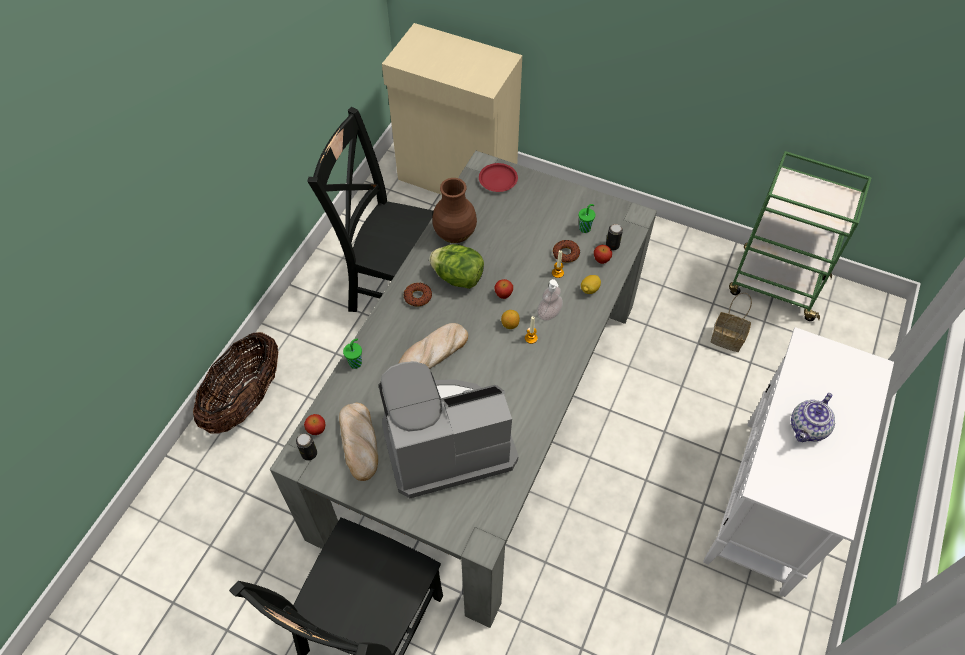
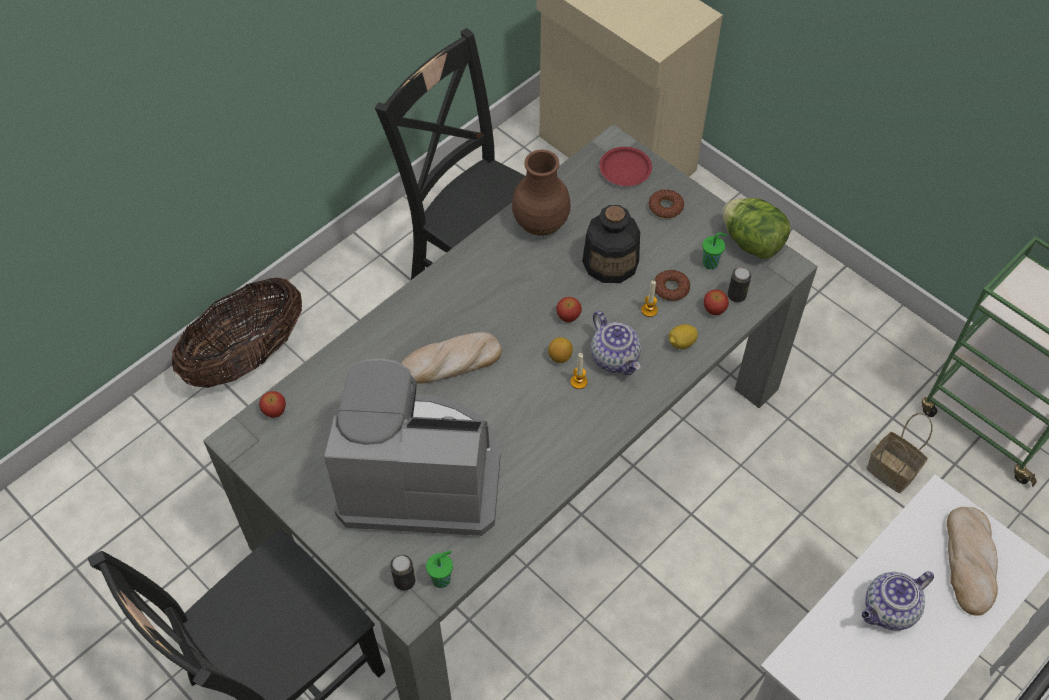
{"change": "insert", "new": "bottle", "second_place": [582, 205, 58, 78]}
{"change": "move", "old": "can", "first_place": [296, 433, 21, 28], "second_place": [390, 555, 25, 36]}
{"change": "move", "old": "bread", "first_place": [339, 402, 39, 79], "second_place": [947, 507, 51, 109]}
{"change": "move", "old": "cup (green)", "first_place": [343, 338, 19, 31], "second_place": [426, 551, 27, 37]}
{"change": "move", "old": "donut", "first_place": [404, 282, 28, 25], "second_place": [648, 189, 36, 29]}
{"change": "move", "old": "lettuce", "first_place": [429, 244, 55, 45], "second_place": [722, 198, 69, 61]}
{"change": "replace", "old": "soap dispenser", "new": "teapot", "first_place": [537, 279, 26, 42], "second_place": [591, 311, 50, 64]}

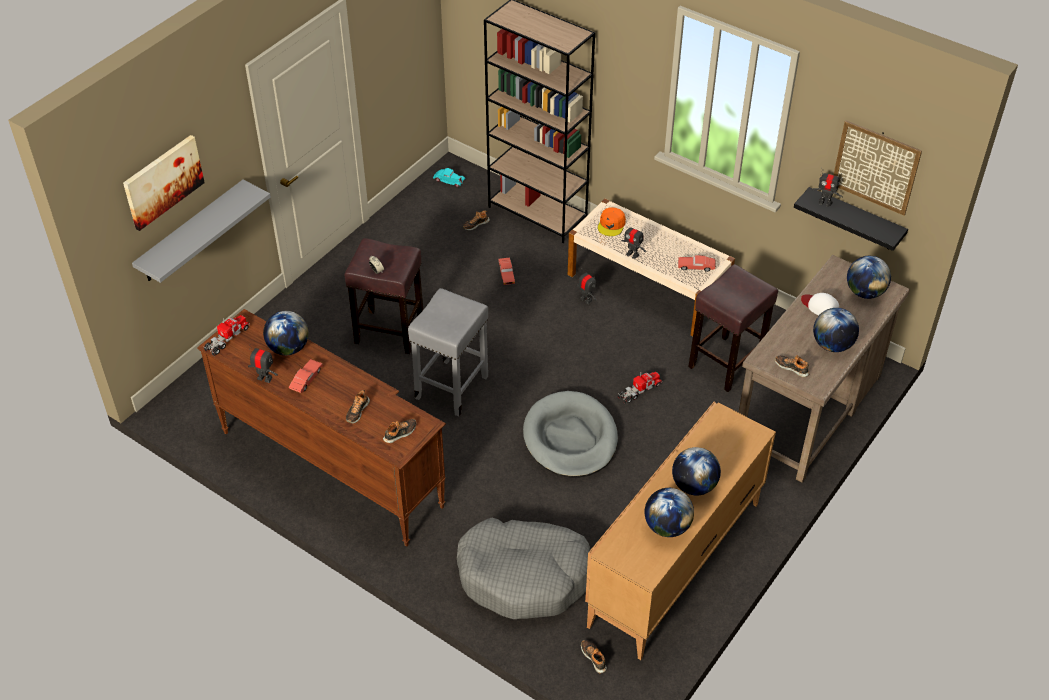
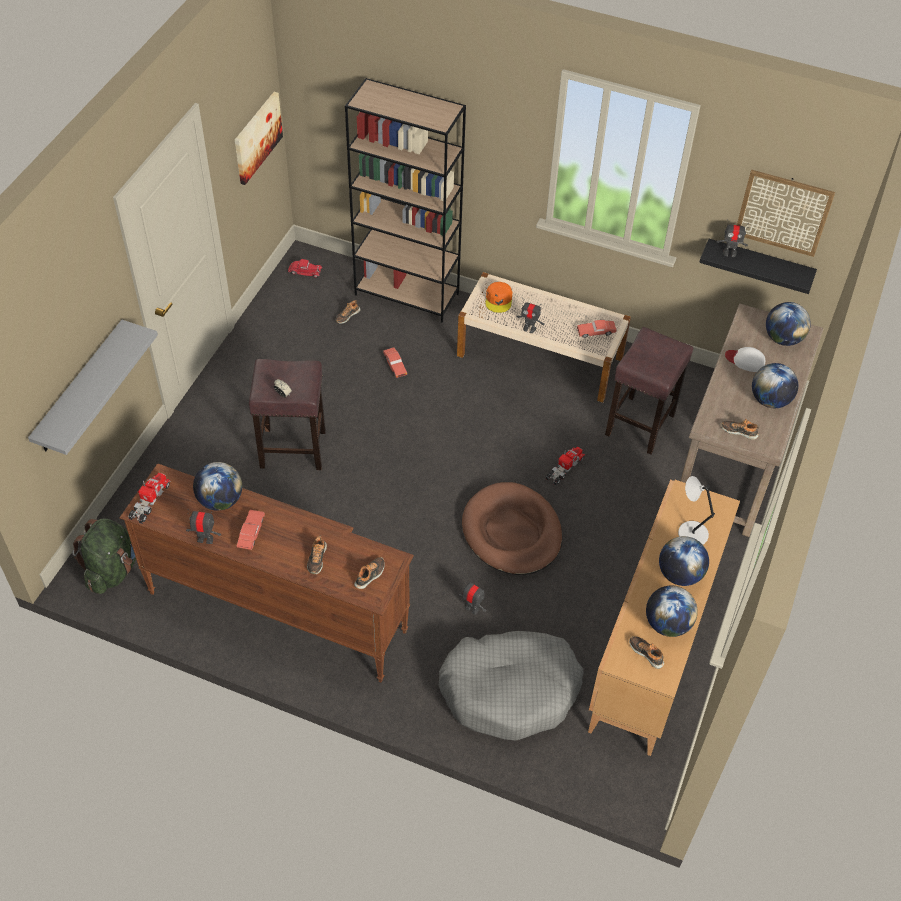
{"change": "delete", "old": "stool (grey)", "first_place": [408, 288, 80, 128]}
{"change": "insert", "new": "backpack (green)", "second_place": [72, 519, 64, 75]}
{"change": "insert", "new": "table lamp (grey)", "second_place": [678, 476, 37, 68]}
{"change": "move", "old": "picture", "first_place": [123, 135, 82, 96], "second_place": [235, 92, 48, 93]}
{"change": "move", "old": "toy robot", "first_place": [576, 269, 20, 35], "second_place": [459, 579, 27, 36]}
{"change": "move", "old": "shoe", "first_place": [581, 640, 26, 33], "second_place": [629, 636, 35, 33]}
{"change": "recolor", "old": "toy car (turquoise)", "new": "toy car (red)", "first_place": [433, 168, 32, 19], "second_place": [288, 259, 34, 19]}
{"change": "recolor", "old": "dog bed (grey)", "new": "dog bed (brown)", "first_place": [523, 391, 95, 87], "second_place": [462, 482, 100, 93]}

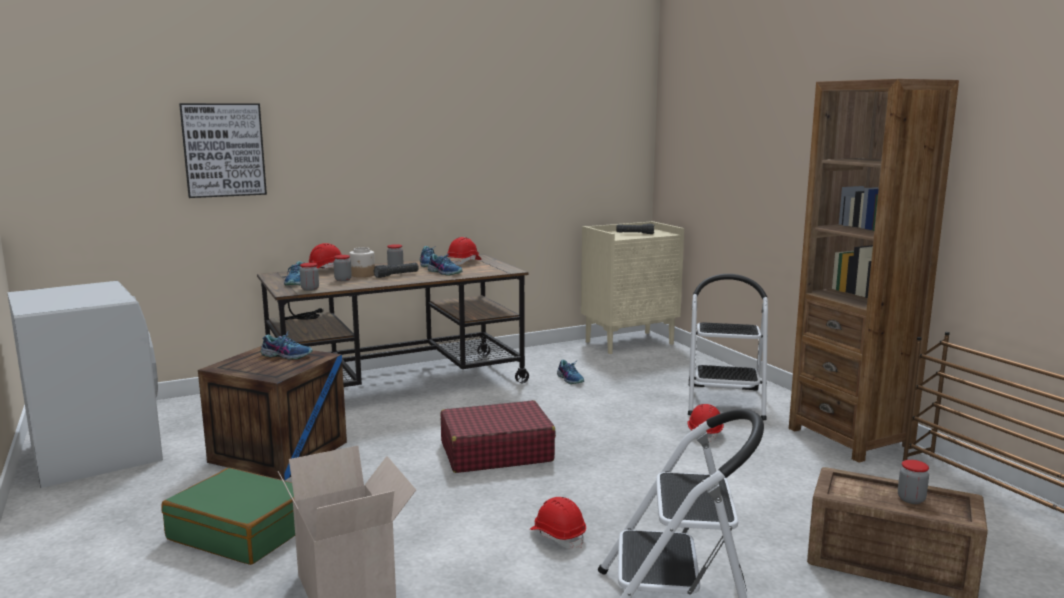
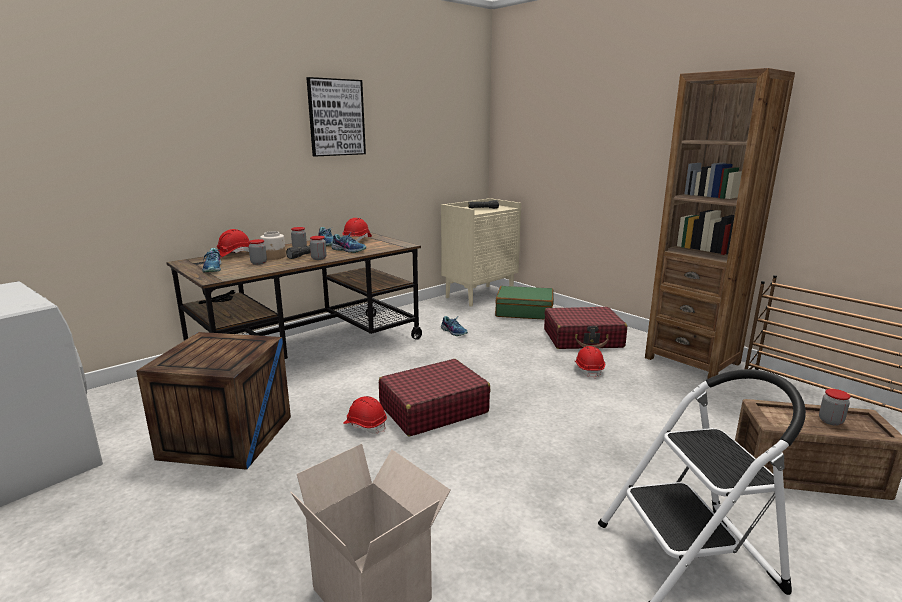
{"change": "delete", "old": "shoe", "first_place": [261, 332, 51, 28]}
{"change": "move", "old": "suitcase (green)", "first_place": [162, 468, 133, 97], "second_place": [495, 286, 59, 34]}
{"change": "move", "old": "picture", "first_place": [179, 103, 88, 95], "second_place": [306, 77, 60, 80]}
{"change": "move", "old": "jar", "first_place": [300, 263, 19, 28], "second_place": [310, 236, 17, 24]}
{"change": "move", "old": "hard hat (red)", "first_place": [530, 497, 56, 51], "second_place": [343, 396, 44, 38]}
{"change": "replace", "old": "step ladder", "new": "suitcase (red)", "first_place": [688, 274, 80, 146], "second_place": [544, 307, 83, 42]}

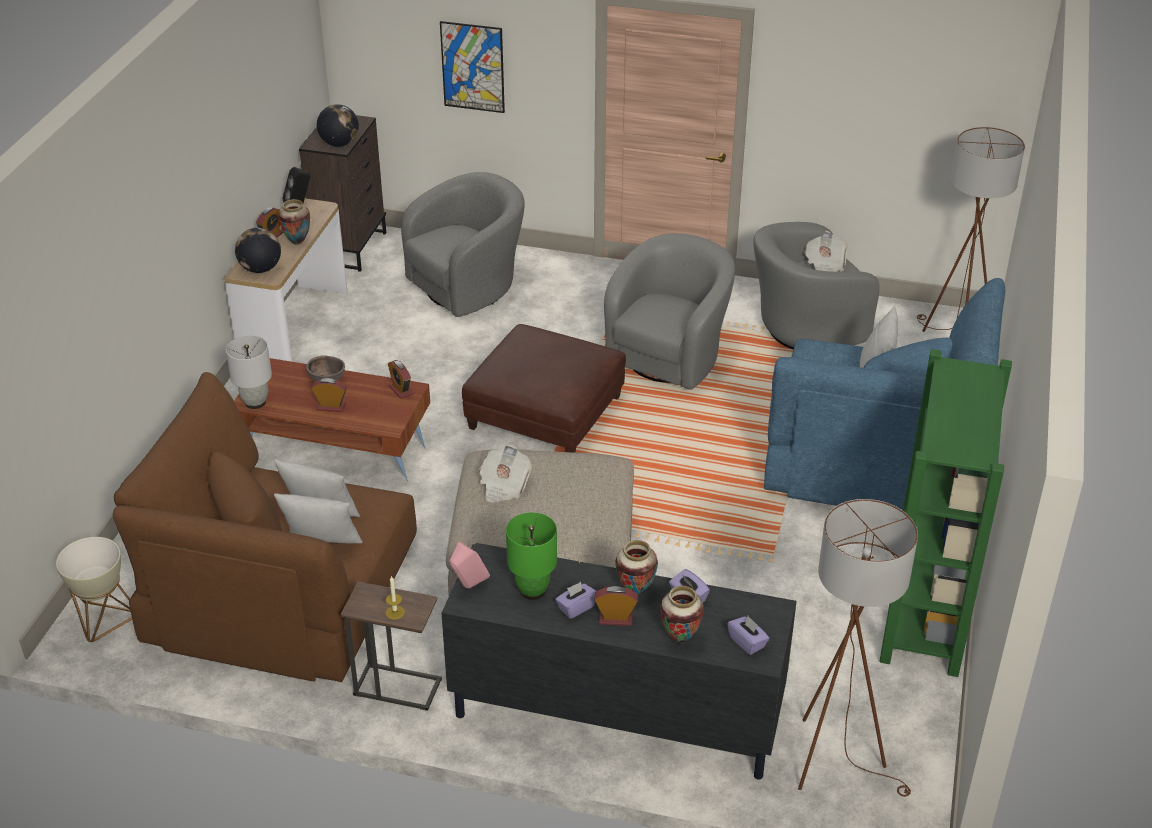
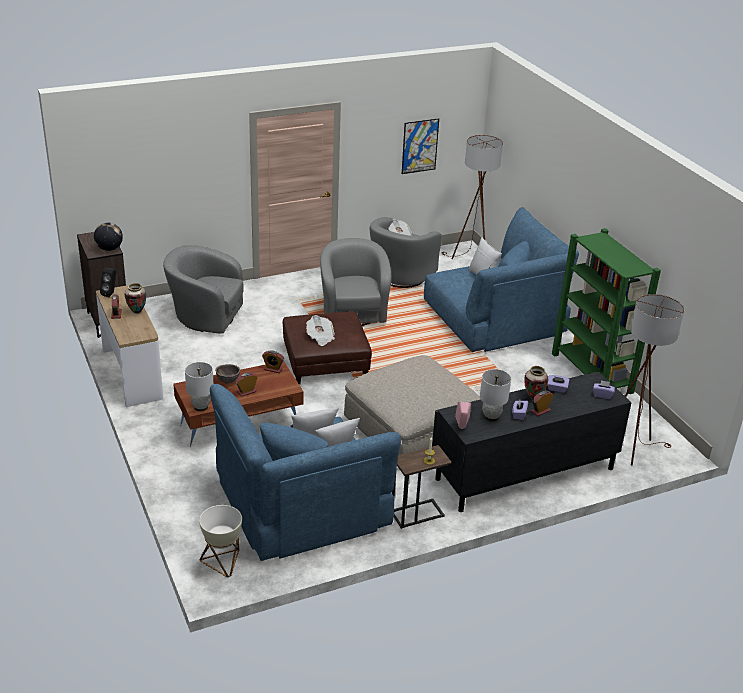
{"change": "delete", "old": "globe", "first_place": [235, 228, 46, 45]}
{"change": "delete", "old": "vase", "first_place": [660, 586, 44, 57]}
{"change": "move", "old": "picture", "first_place": [440, 21, 65, 92], "second_place": [402, 118, 37, 56]}
{"change": "move", "old": "newspaper", "first_place": [479, 445, 53, 57], "second_place": [306, 315, 29, 31]}
{"change": "recolor", "old": "sofa (brown)", "new": "sofa (blue)", "first_place": [113, 372, 304, 310], "second_place": [210, 384, 191, 177]}
{"change": "recolor", "old": "table lamp (green)", "new": "table lamp (white)", "first_place": [506, 513, 51, 87], "second_place": [480, 369, 31, 52]}
{"change": "rotate", "old": "armchair (grey)", "first_place": [401, 172, 124, 145], "second_place": [163, 245, 81, 89], "degrees": -90}

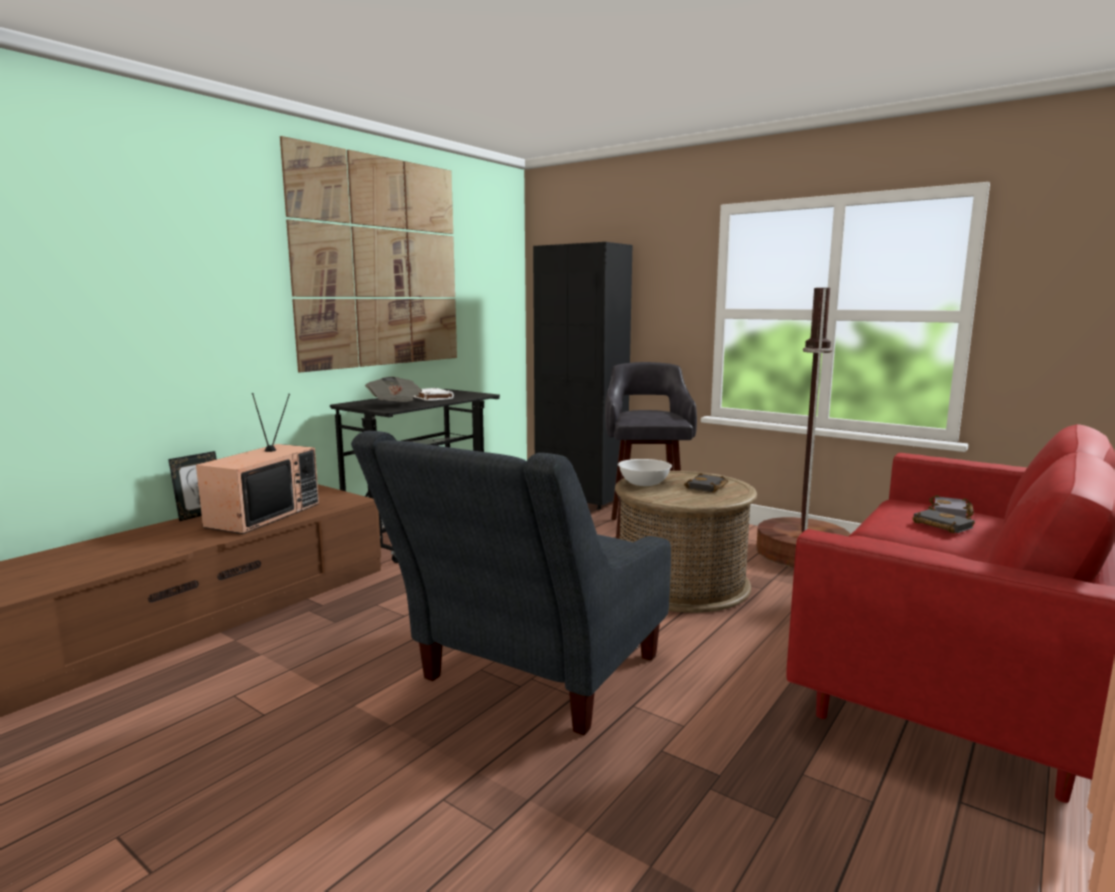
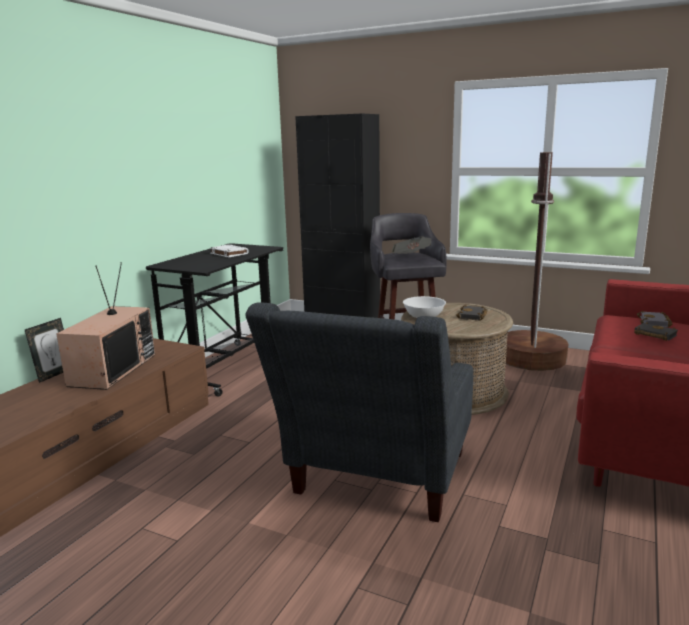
{"change": "delete", "old": "picture", "first_place": [280, 136, 177, 236]}
{"change": "move", "old": "newspaper", "first_place": [365, 377, 57, 25], "second_place": [392, 237, 40, 17]}

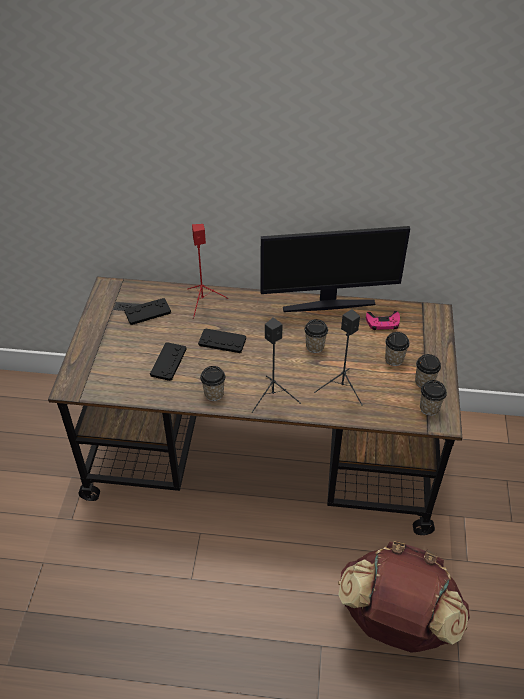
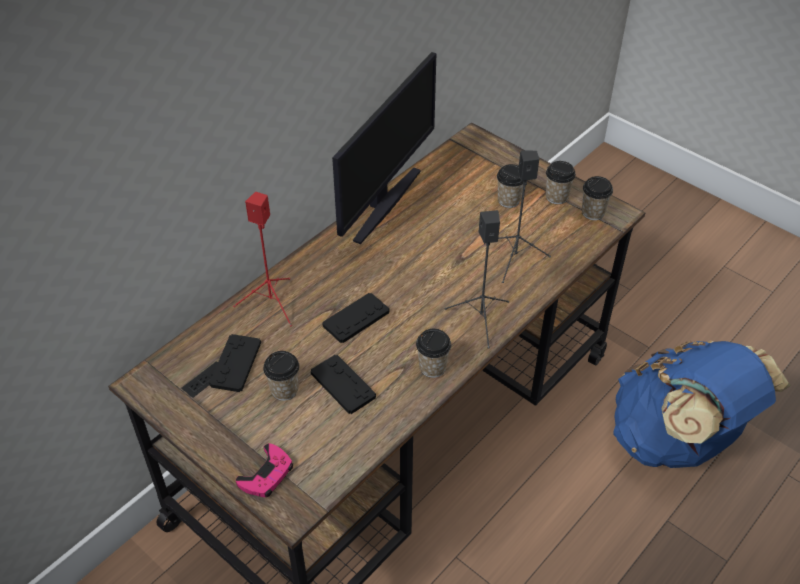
{"change": "move", "old": "cup", "first_place": [304, 319, 24, 34], "second_place": [263, 351, 36, 50]}
{"change": "move", "old": "game controller (pink)", "first_place": [366, 311, 34, 19], "second_place": [236, 443, 57, 55]}
{"change": "recolor", "old": "backpack (brown)", "new": "backpack (blue)", "first_place": [338, 540, 132, 113], "second_place": [613, 341, 178, 127]}

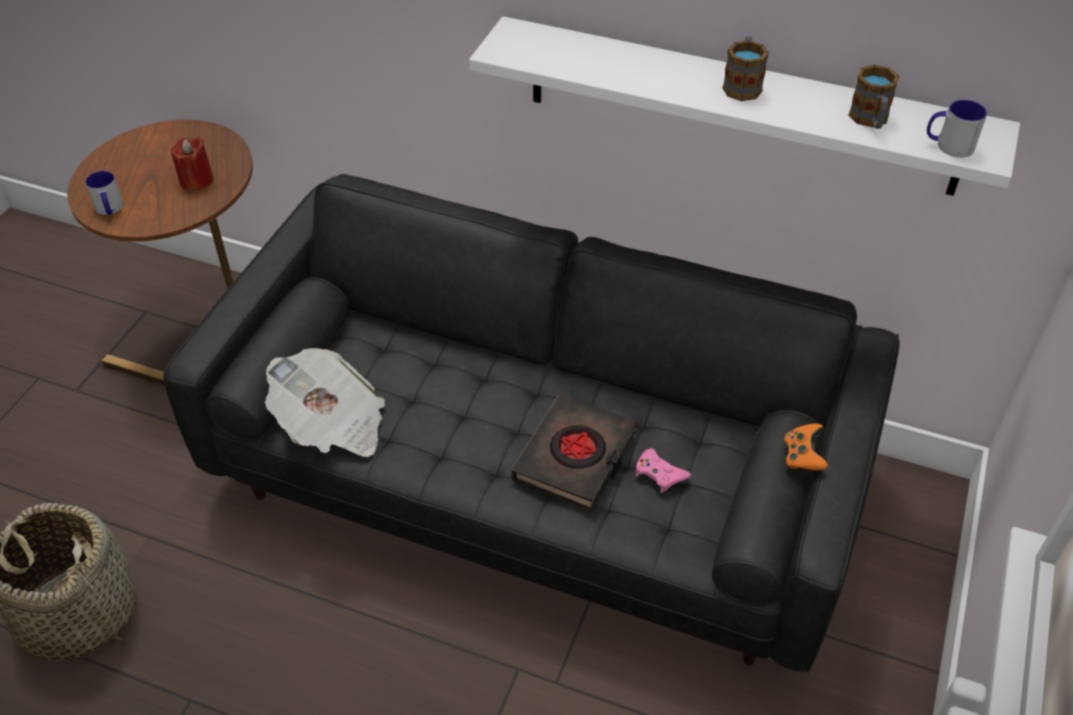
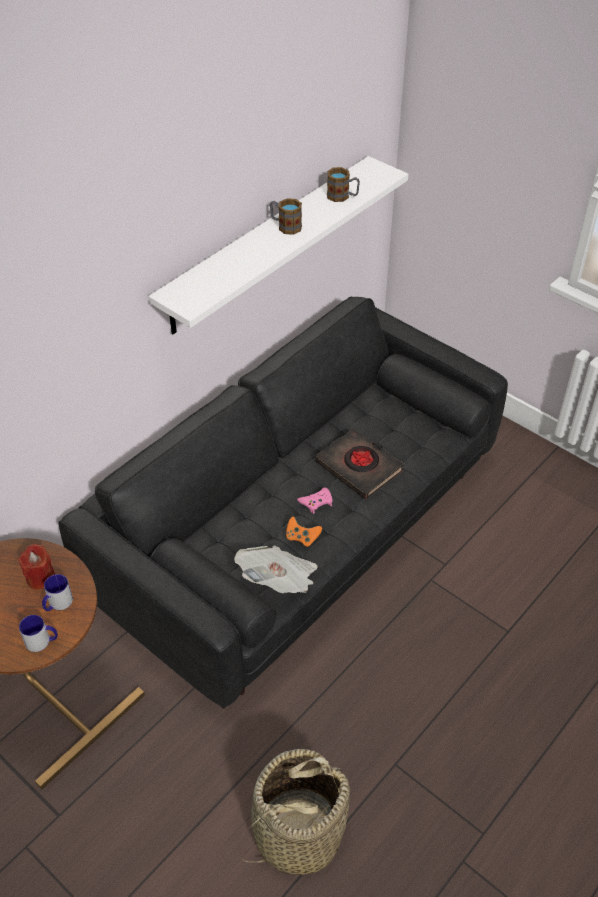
{"change": "move", "old": "game controller (pink)", "first_place": [636, 448, 55, 45], "second_place": [297, 487, 36, 27]}
{"change": "move", "old": "game controller (orange)", "first_place": [784, 424, 44, 46], "second_place": [286, 516, 36, 31]}
{"change": "move", "old": "mug", "first_place": [927, 100, 60, 58], "second_place": [42, 574, 31, 37]}

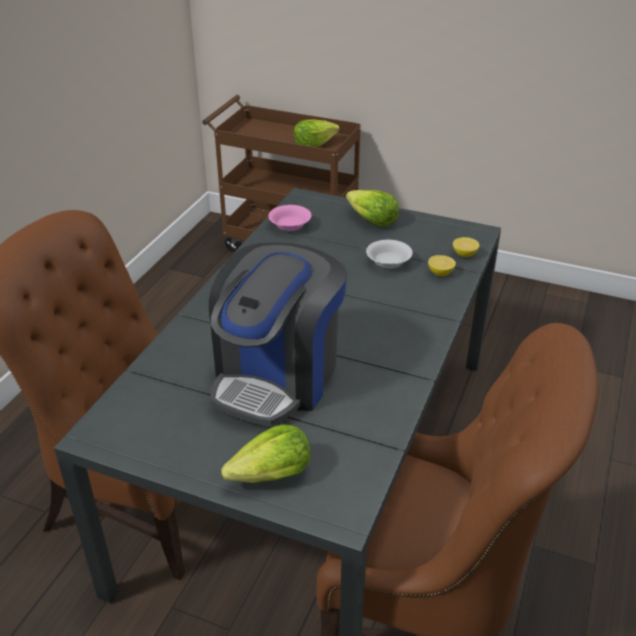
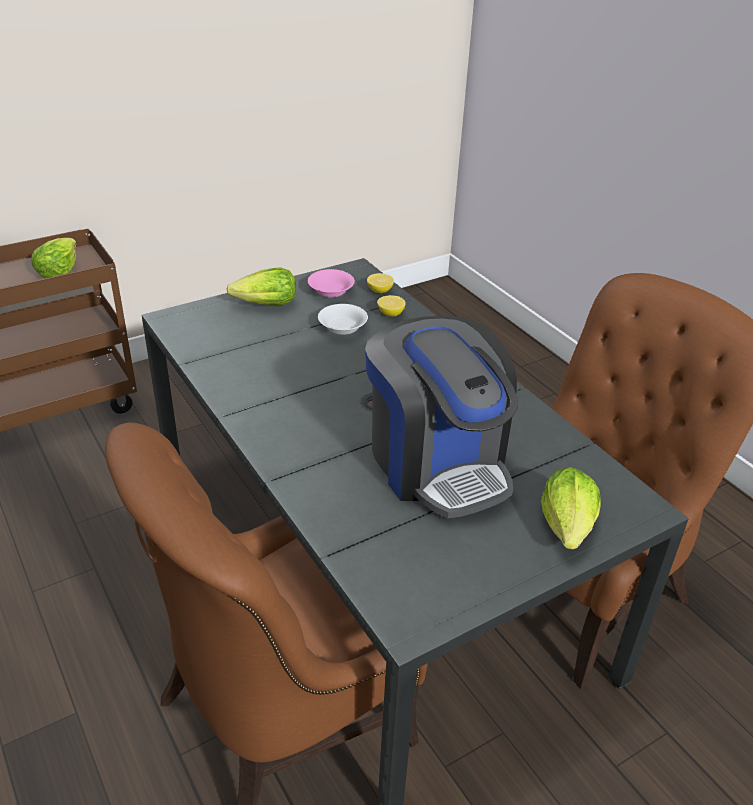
{"change": "move", "old": "bowl (pink)", "first_place": [268, 205, 44, 26], "second_place": [308, 269, 47, 29]}

